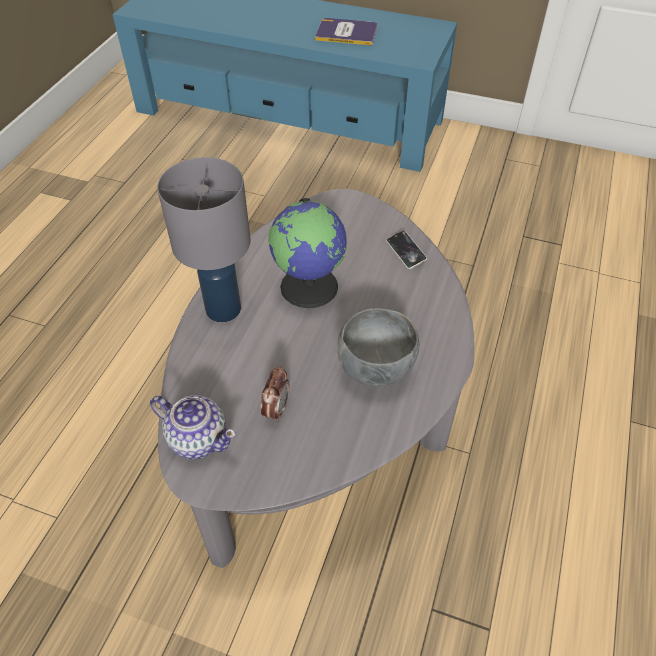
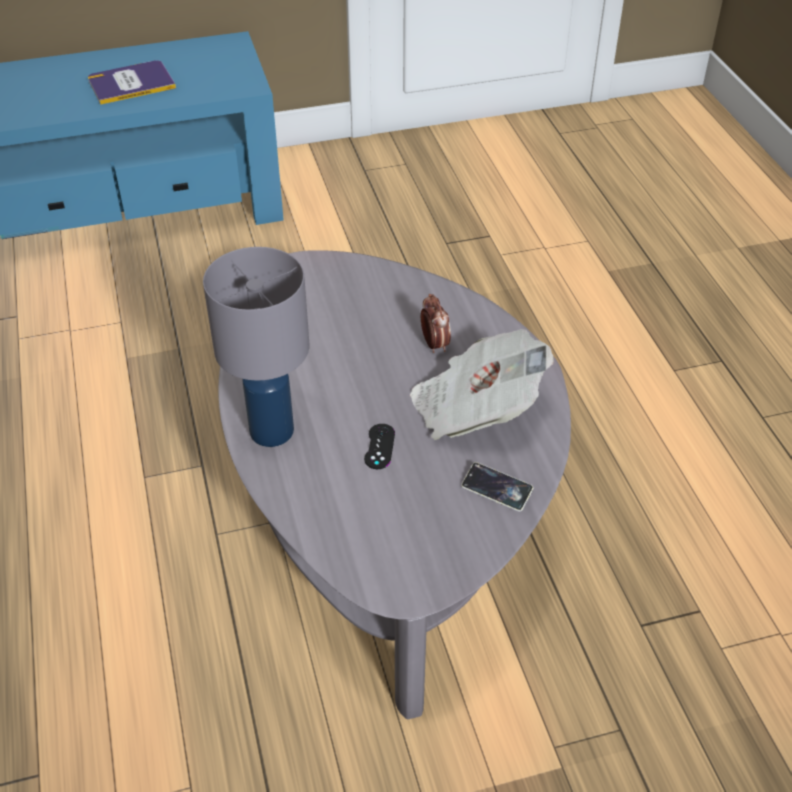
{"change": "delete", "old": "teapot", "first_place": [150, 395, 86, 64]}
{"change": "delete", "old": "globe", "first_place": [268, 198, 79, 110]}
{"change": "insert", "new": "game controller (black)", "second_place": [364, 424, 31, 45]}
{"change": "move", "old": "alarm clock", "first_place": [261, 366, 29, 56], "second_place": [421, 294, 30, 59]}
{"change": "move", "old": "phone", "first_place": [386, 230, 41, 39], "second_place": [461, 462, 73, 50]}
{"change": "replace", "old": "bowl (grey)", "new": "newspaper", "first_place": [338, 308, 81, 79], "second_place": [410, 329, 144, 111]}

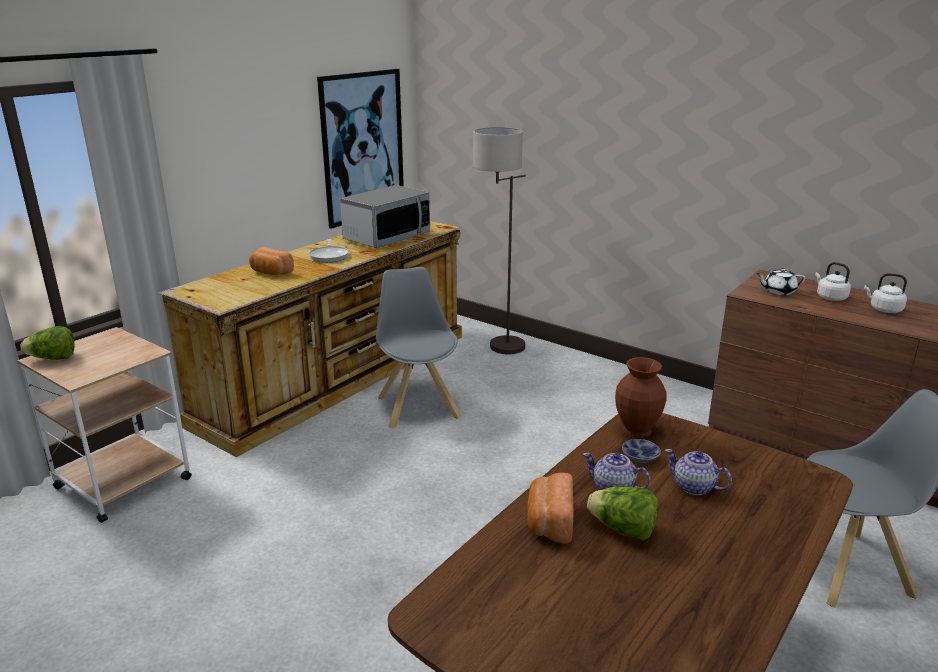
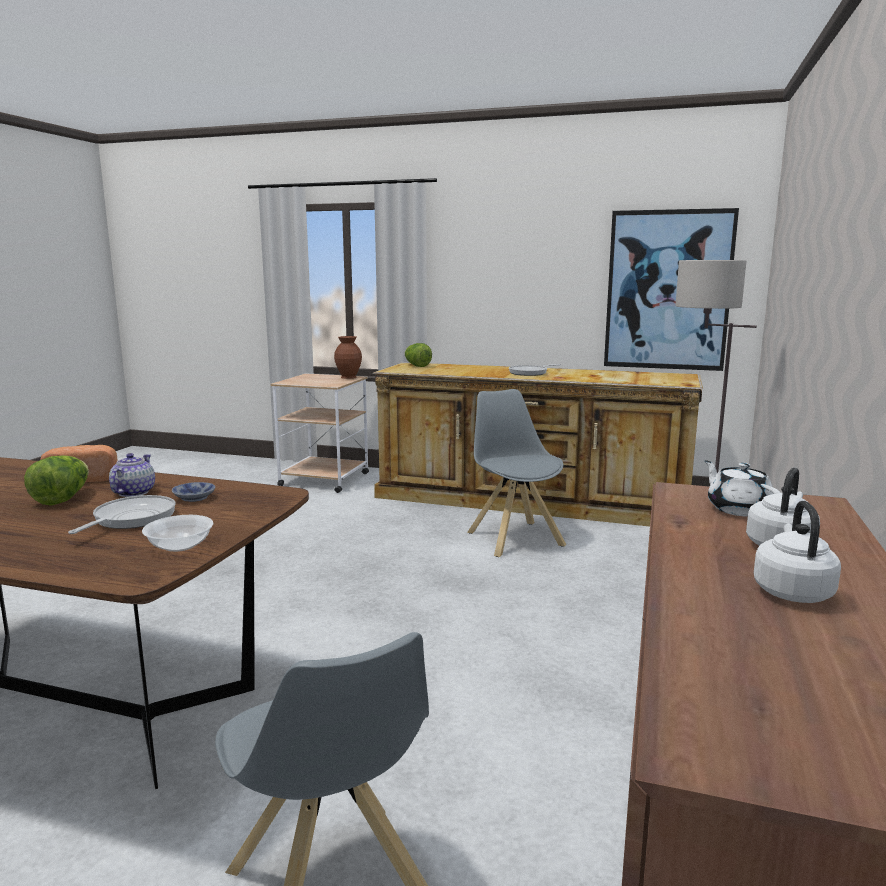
{"change": "delete", "old": "bread", "first_place": [249, 247, 45, 28]}
{"change": "delete", "old": "microwave", "first_place": [340, 185, 90, 63]}
{"change": "insert", "new": "bowl", "second_place": [142, 515, 72, 37]}
{"change": "move", "old": "lettuce", "first_place": [21, 326, 54, 34], "second_place": [405, 343, 27, 24]}
{"change": "move", "old": "vase (brown)", "first_place": [615, 357, 52, 80], "second_place": [334, 336, 28, 43]}
{"change": "replace", "old": "teapot", "new": "frying pan", "first_place": [665, 449, 67, 46], "second_place": [68, 495, 107, 39]}
{"change": "rotate", "old": "chair (grey)", "first_place": [376, 267, 85, 161], "second_place": [467, 389, 99, 168], "degrees": -75}

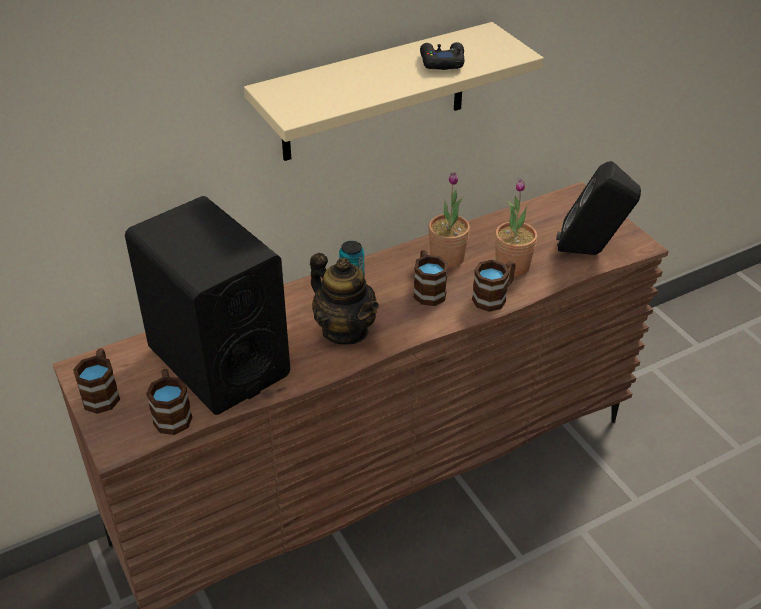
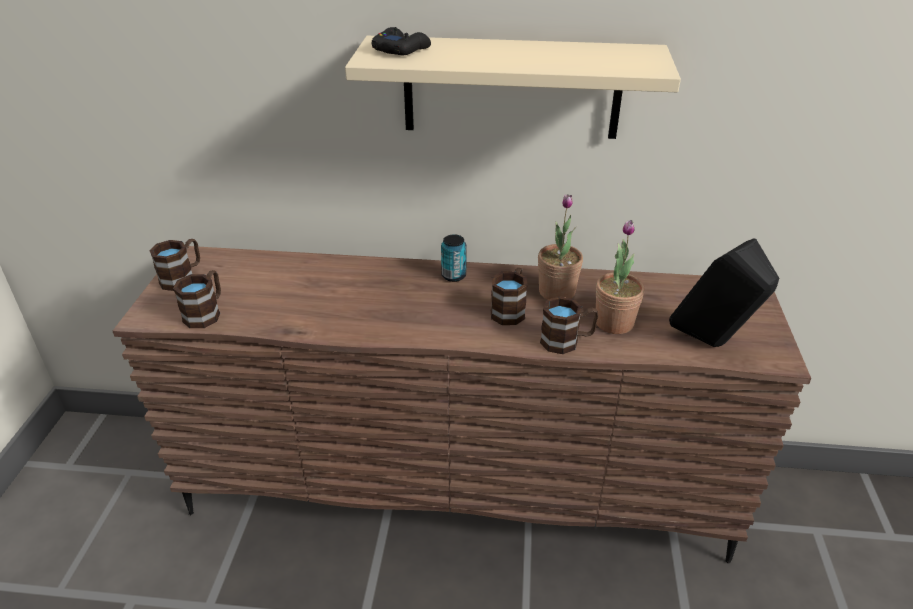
{"change": "delete", "old": "speaker (black)", "first_place": [125, 196, 165, 219]}
{"change": "delete", "old": "teapot", "first_place": [310, 253, 69, 92]}
{"change": "move", "old": "game controller (black)", "first_place": [420, 42, 44, 28], "second_place": [372, 27, 59, 28]}

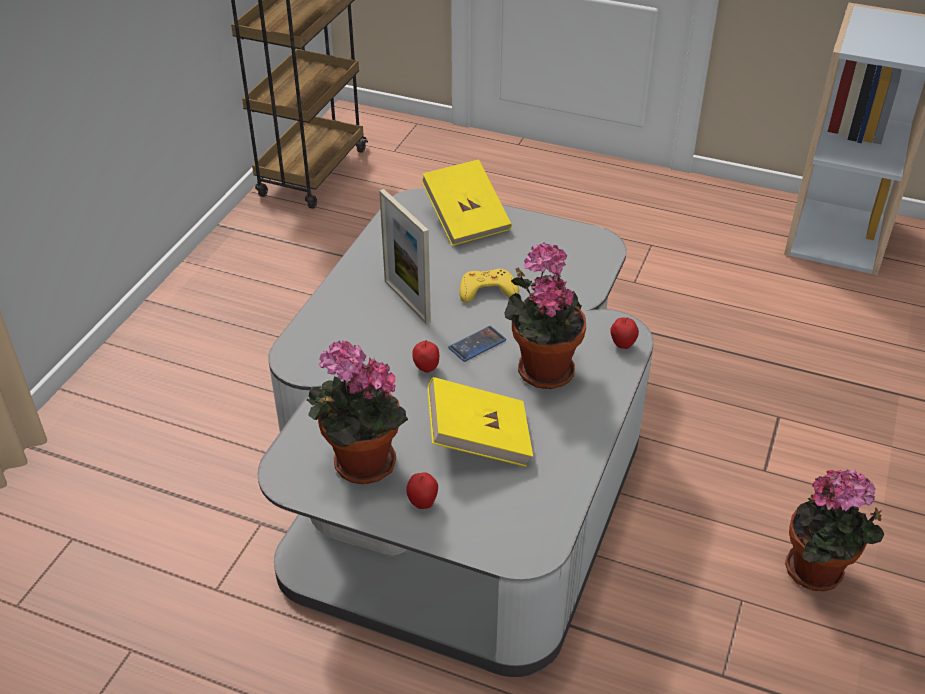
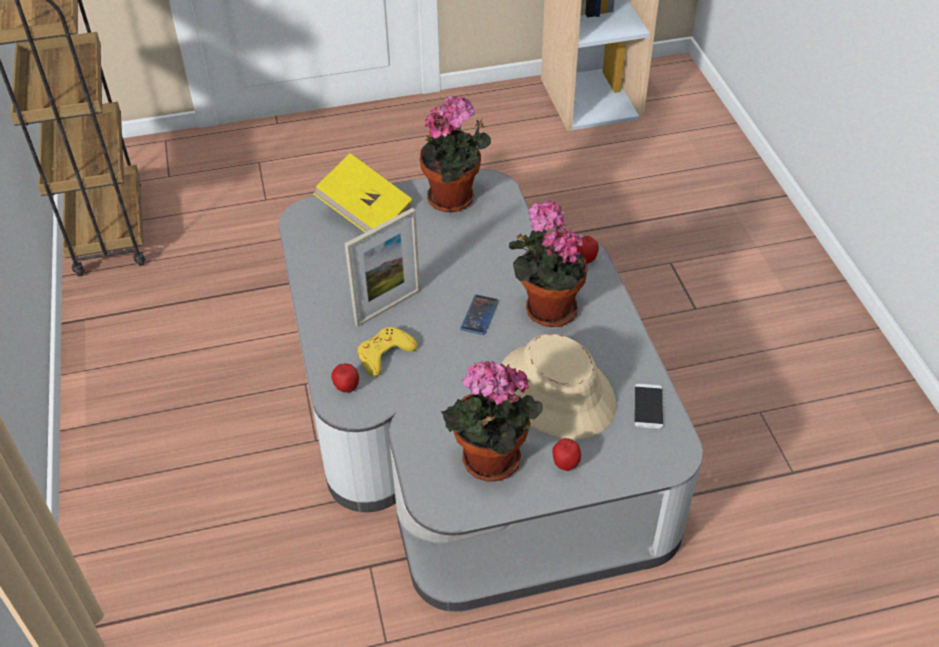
{"change": "insert", "new": "phone", "second_place": [634, 384, 30, 45]}
{"change": "move", "old": "apple", "first_place": [412, 340, 27, 33], "second_place": [331, 364, 28, 28]}
{"change": "move", "old": "game controller (yellow)", "first_place": [459, 269, 60, 33], "second_place": [358, 327, 60, 50]}
{"change": "move", "old": "potted plant", "first_place": [785, 469, 99, 122], "second_place": [420, 96, 71, 117]}
{"change": "replace", "old": "book (yellow)", "new": "hat (beige)", "first_place": [427, 377, 106, 90], "second_place": [502, 334, 114, 106]}
{"change": "rotate", "old": "picture frame", "first_place": [379, 189, 52, 135], "second_place": [345, 208, 75, 119], "degrees": -60}

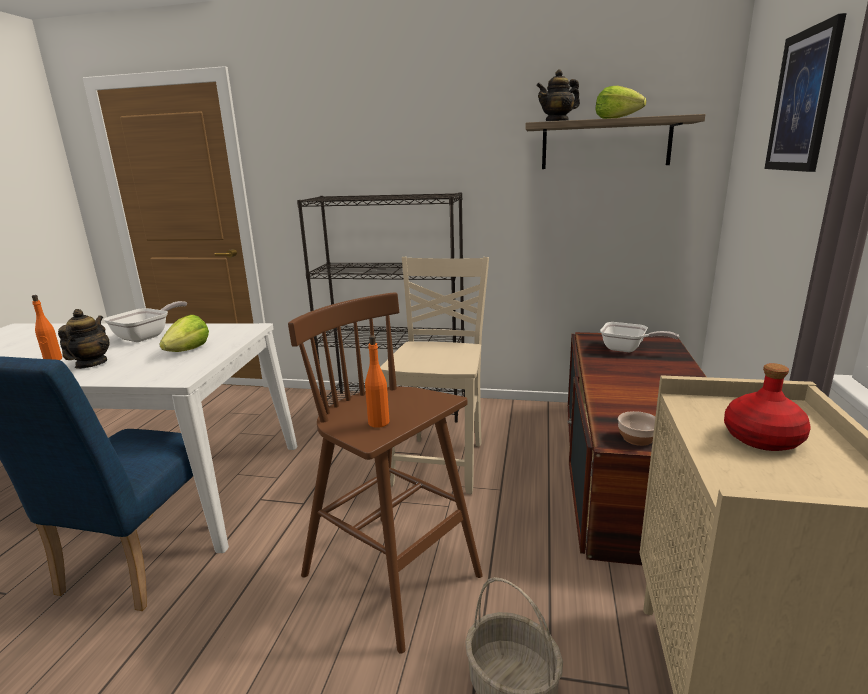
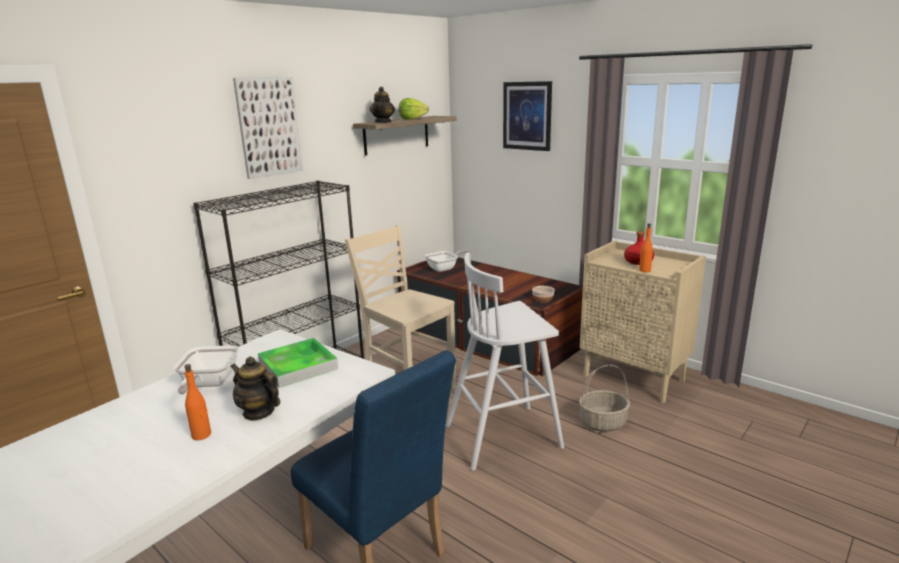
{"change": "insert", "new": "picture", "second_place": [233, 77, 70, 102]}
{"change": "move", "old": "bottle (orange)", "first_place": [365, 335, 25, 93], "second_place": [639, 224, 14, 48]}
{"change": "replace", "old": "lettuce", "new": "tray", "first_place": [159, 315, 50, 37], "second_place": [258, 338, 80, 50]}
{"change": "recolor", "old": "stool (brown)", "new": "stool (white)", "first_place": [288, 292, 195, 362], "second_place": [446, 252, 118, 219]}
{"change": "rotate", "old": "frying pan", "first_place": [104, 301, 83, 41], "second_place": [174, 345, 65, 50], "degrees": -150}

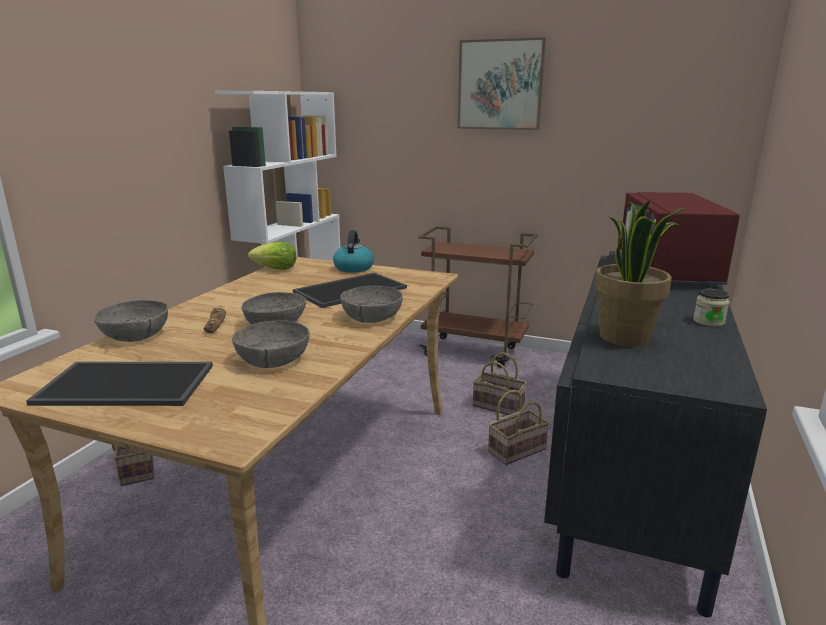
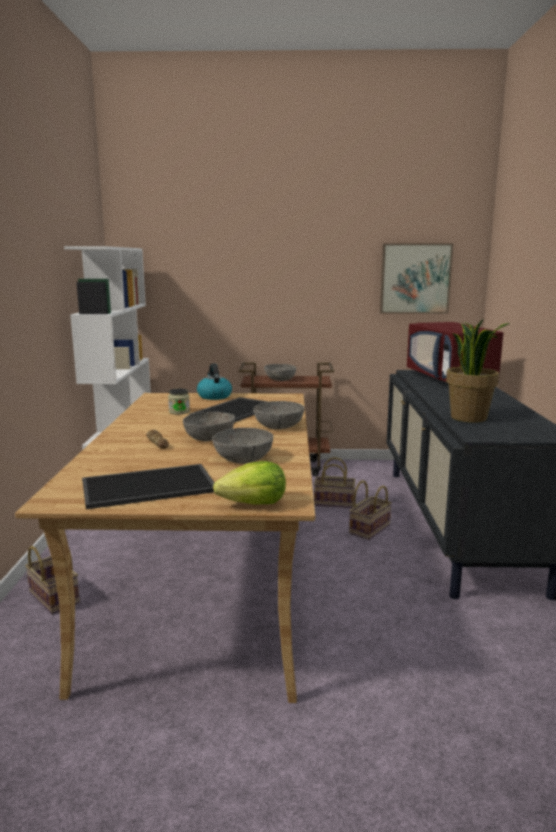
{"change": "move", "old": "bowl (grey)", "first_place": [94, 300, 74, 42], "second_place": [264, 364, 32, 17]}
{"change": "move", "old": "lettuce", "first_place": [248, 242, 49, 28], "second_place": [213, 461, 73, 44]}
{"change": "move", "old": "picture", "first_place": [458, 37, 88, 93], "second_place": [380, 244, 73, 70]}
{"change": "move", "old": "jar", "first_place": [693, 289, 36, 38], "second_place": [168, 389, 22, 25]}

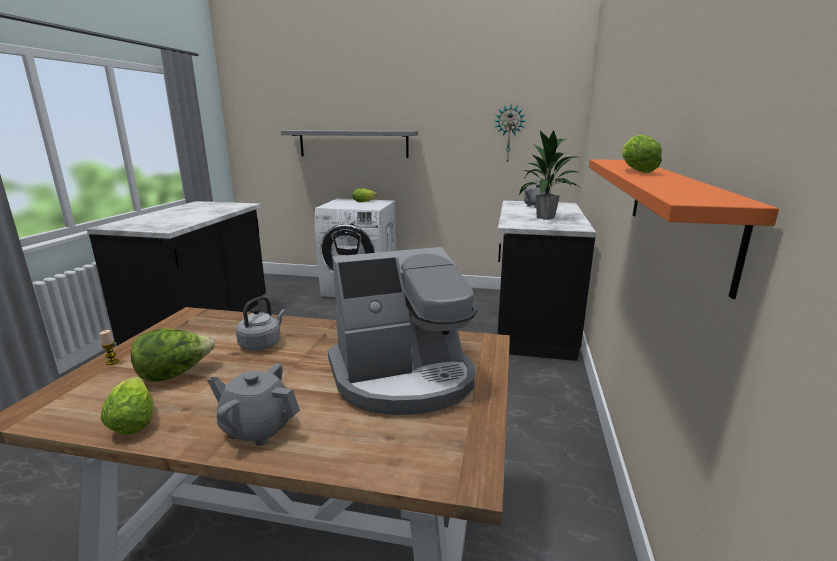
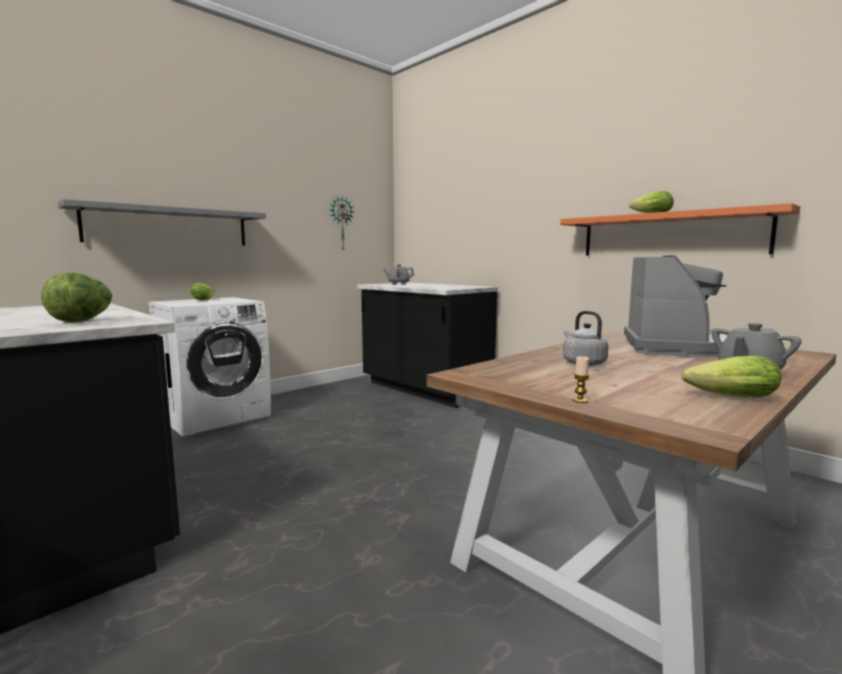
{"change": "delete", "old": "potted plant", "first_place": [519, 130, 64, 90]}
{"change": "move", "old": "lettuce", "first_place": [131, 328, 84, 54], "second_place": [41, 272, 71, 50]}

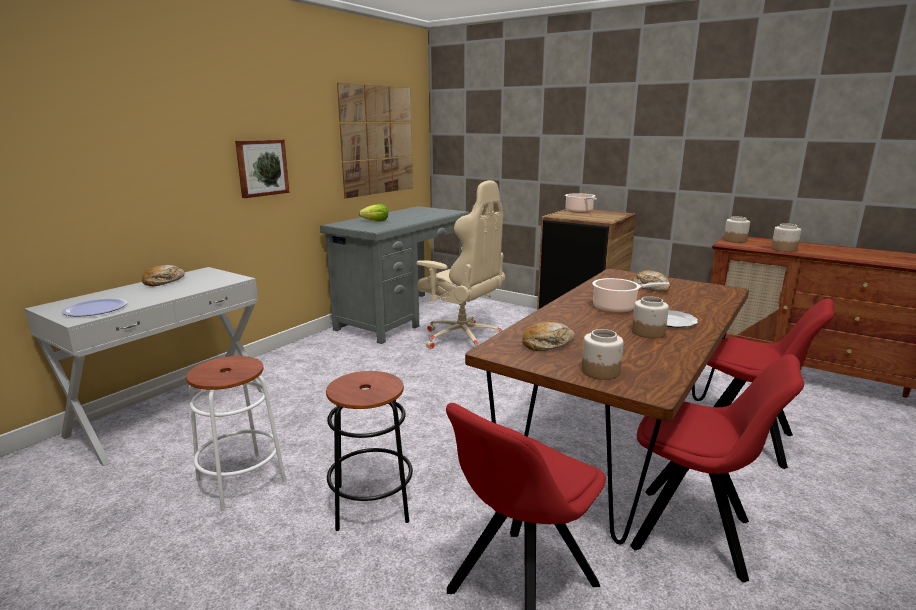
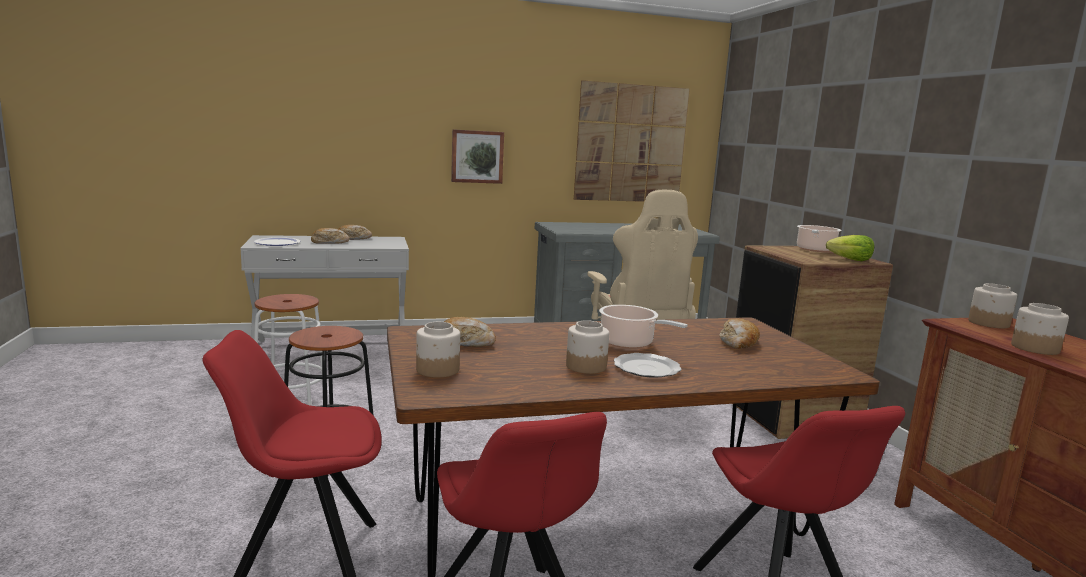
{"change": "insert", "new": "bread", "second_place": [311, 228, 38, 16]}
{"change": "move", "old": "lettuce", "first_place": [359, 204, 29, 17], "second_place": [826, 235, 48, 26]}

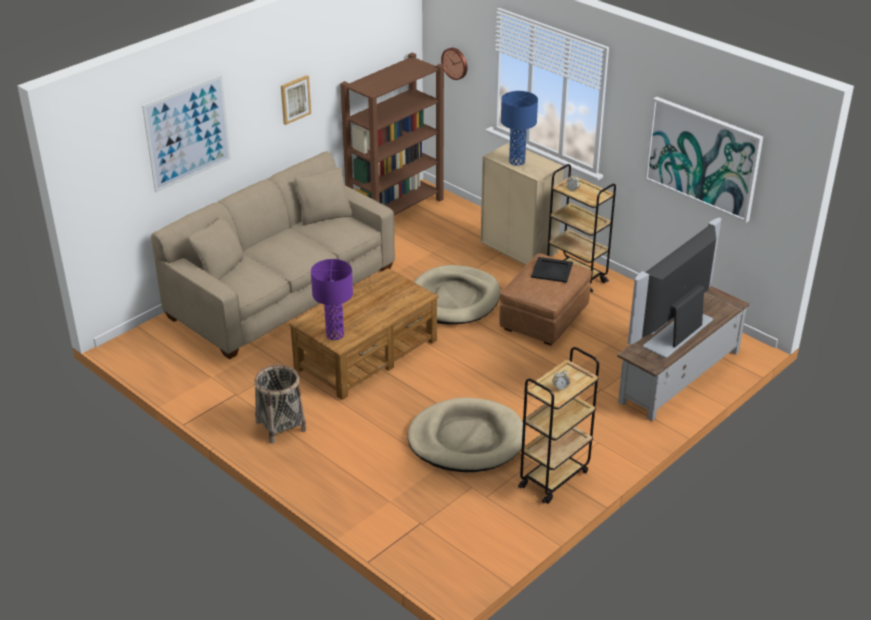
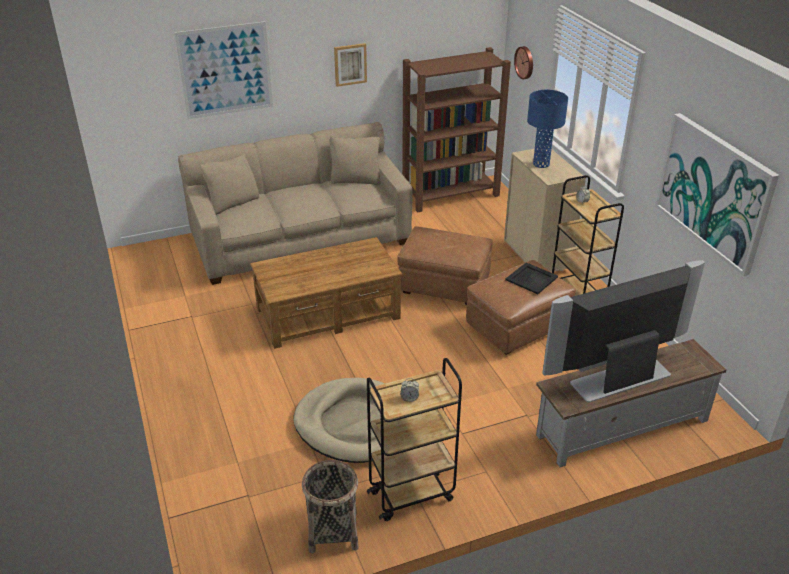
{"change": "delete", "old": "table lamp (purple)", "first_place": [311, 259, 42, 81]}
{"change": "move", "old": "basket", "first_place": [255, 365, 52, 78], "second_place": [302, 460, 57, 94]}
{"change": "replace", "old": "dog bed (beige)", "new": "ottoman (brown)", "first_place": [413, 265, 87, 60], "second_place": [398, 226, 95, 79]}

